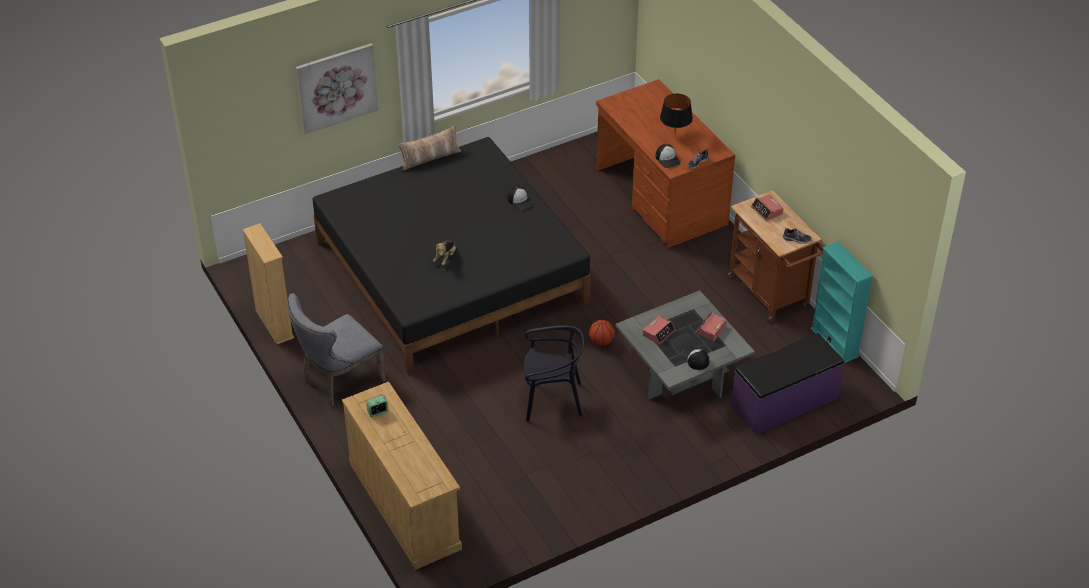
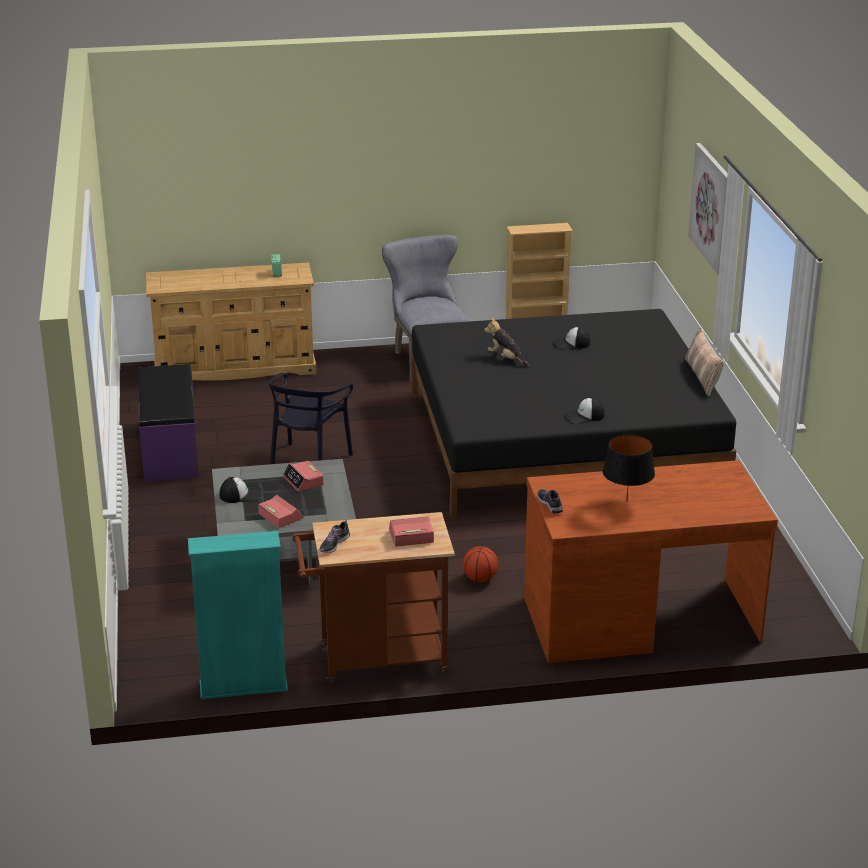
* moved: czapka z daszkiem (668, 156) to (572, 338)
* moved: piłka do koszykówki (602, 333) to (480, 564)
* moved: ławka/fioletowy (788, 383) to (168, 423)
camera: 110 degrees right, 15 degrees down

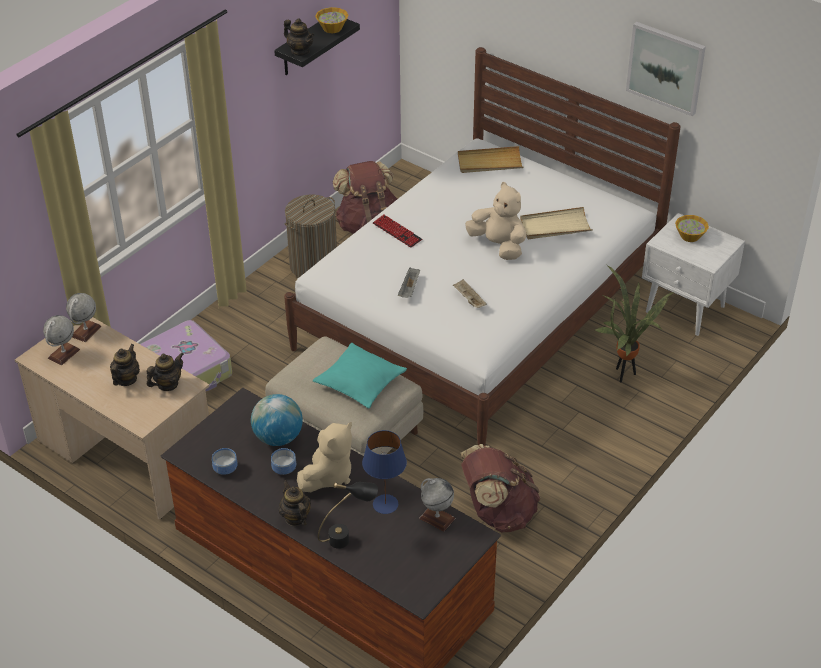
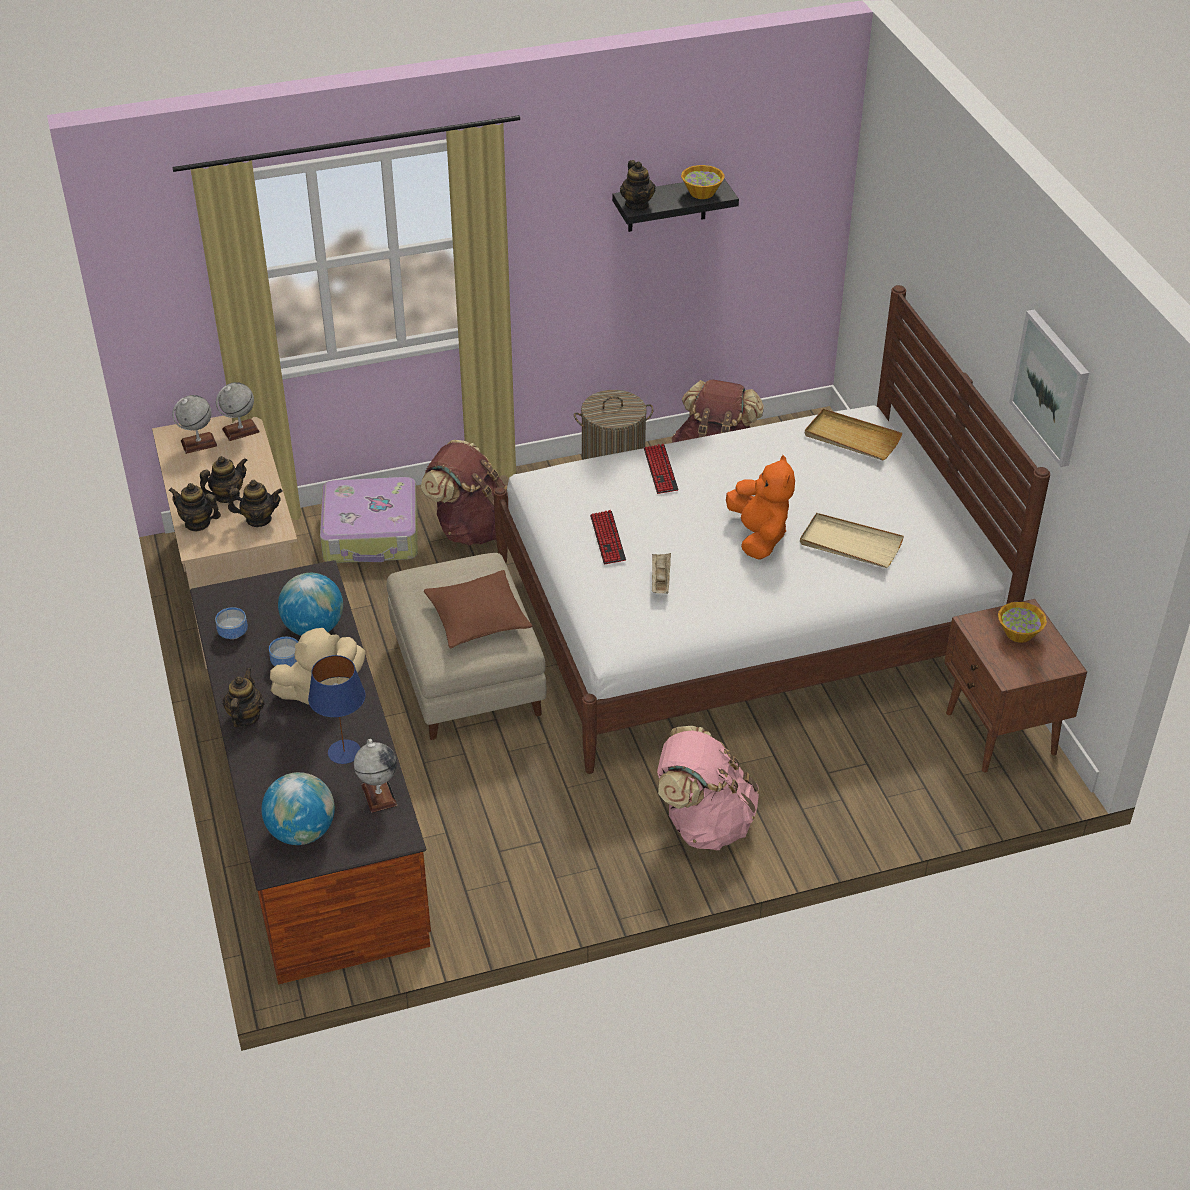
* recoloured: pluszak/beżowy (495, 221) to pluszak/pomarańczowy (760, 507)
* recoloured: szafka nocna/biały (693, 274) to szafka nocna/brązowy (1015, 685)
* removed: roślina doniczkowa (634, 323)
* replaced: taca/szary (409, 282) to klawiatura (608, 537)
* recoloured: poduszka/turkusowy (360, 376) to poduszka/brązowy (478, 609)
* moved: plecak/brązowy (500, 488) to (464, 492)
* removed: lampa stołowa/czarny (348, 515)
* added: imbryk (194, 507)
* added: plecak/różowy (708, 788)
* added: globus (298, 808)
camera: 35 degrees right, 0 degrees up

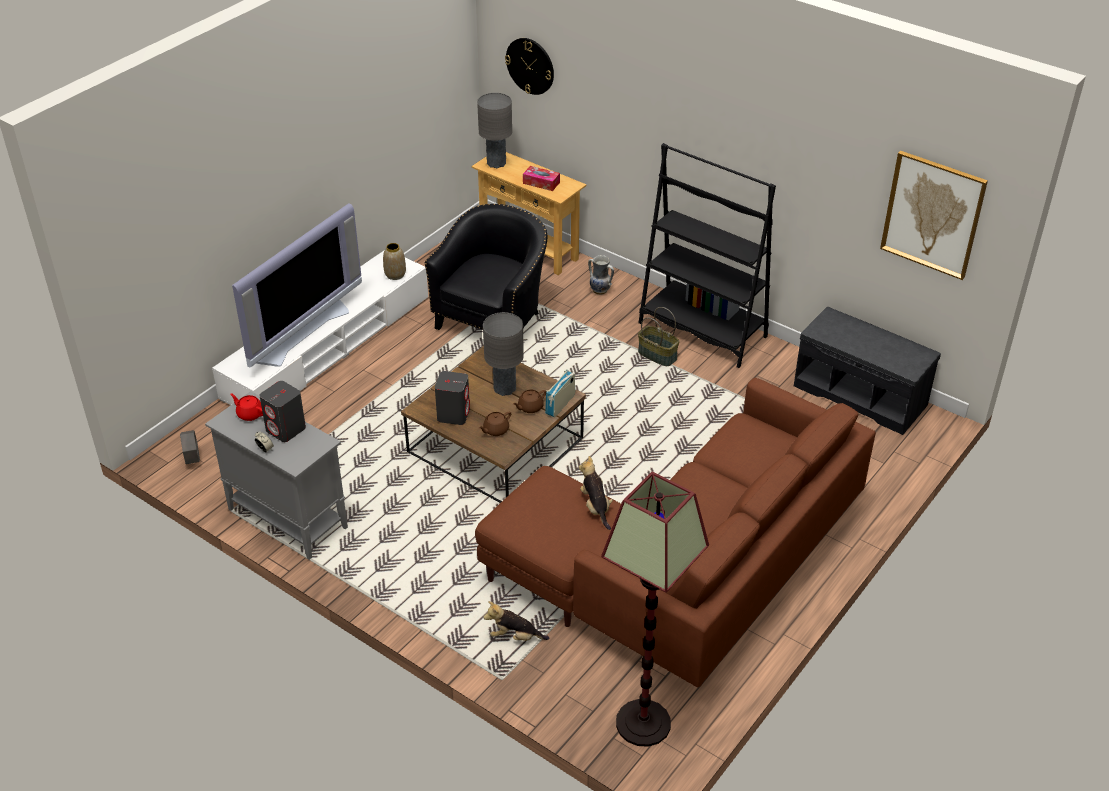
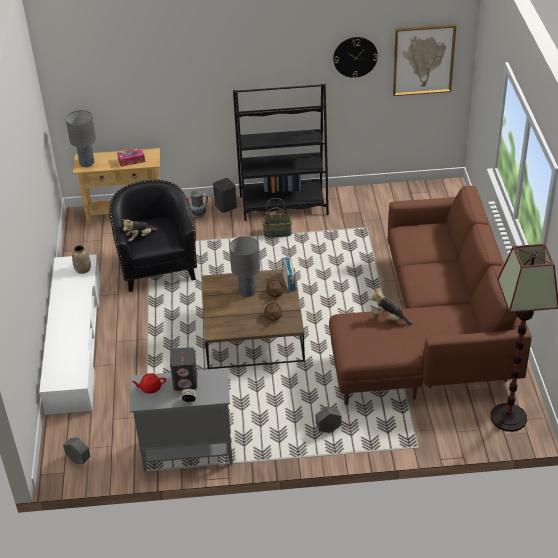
* moved: zegar ścienny (529, 66) to (355, 57)
* removed: telewizor (297, 285)
* removed: ławka/szary (867, 371)
* moved: głośnik/szary (452, 398) to (225, 195)
* moved: pluszak (516, 621) to (140, 230)
* added: donica/szary (329, 419)
camera: 40 degrees left, 0 degrees up

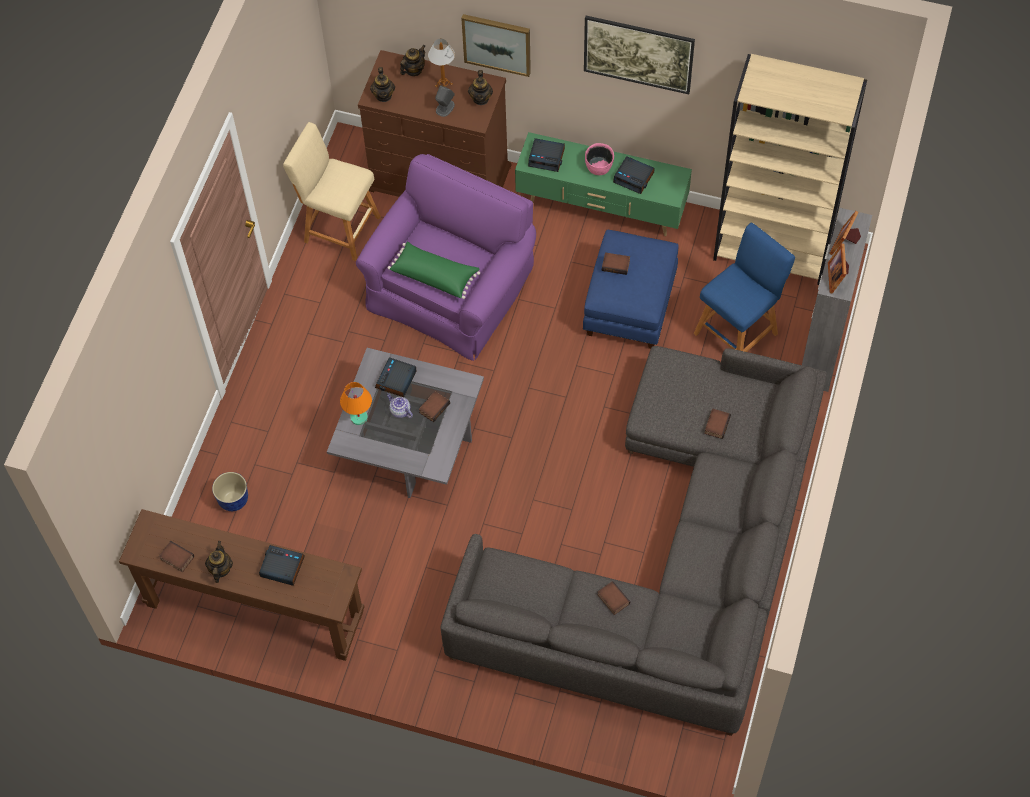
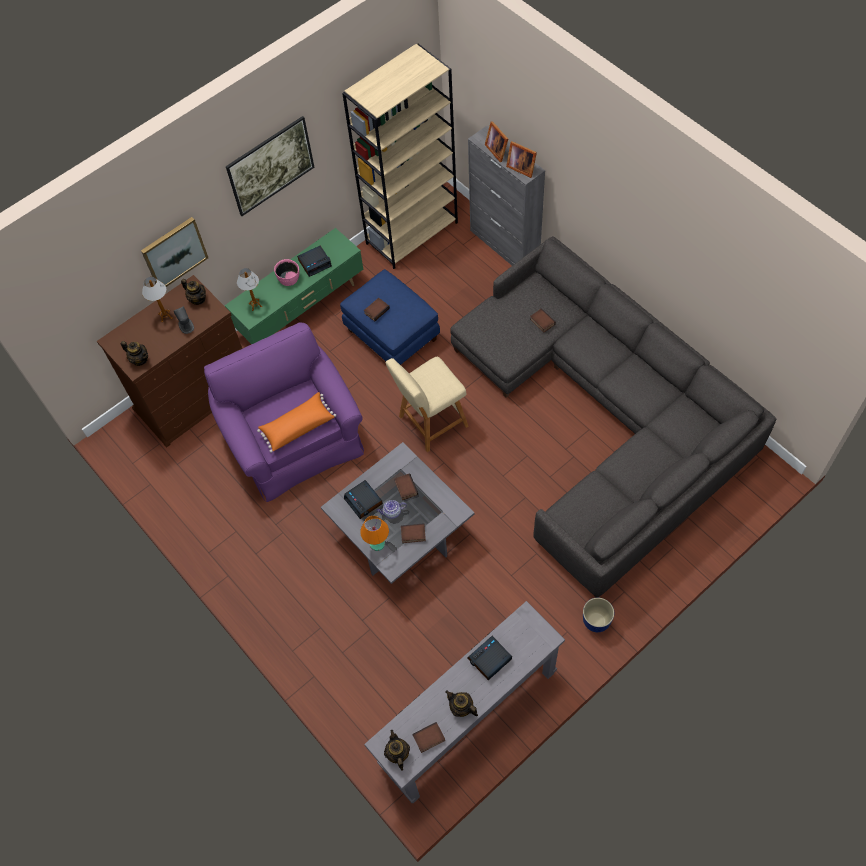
* moved: imbryk (412, 60) to (397, 750)
* moved: stołek/beżowy (332, 191) to (427, 404)
* replaced: budzik (546, 155) to lampa stołowa (249, 289)
* removed: stołek/niebieski (744, 287)
* recoloured: poduszka/zielony (434, 270) to poduszka/pomarańczowy (296, 422)
* moved: donica (230, 491) to (598, 614)
* recoloured: stolik konsolowy/brązowy (241, 585) to stolik konsolowy/szary (464, 702)
* moved: książka (613, 598) to (413, 533)
camera: 55 degrees left, 0 degrees up

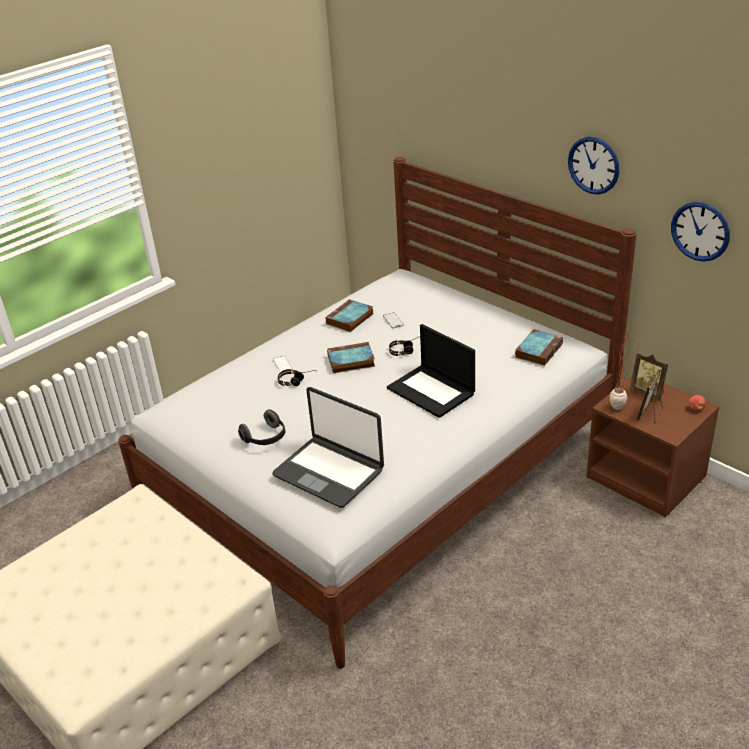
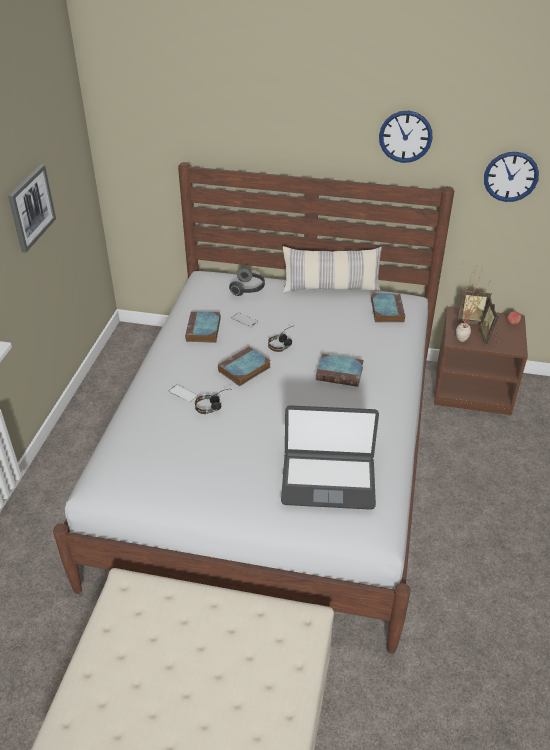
* replaced: laptop (431, 371) to książka (340, 370)
* moved: słuchawki (261, 427) to (247, 282)
* added: obraz (32, 208)
* added: poduszka (332, 269)
camera: 35 degrees left, 5 degrees up

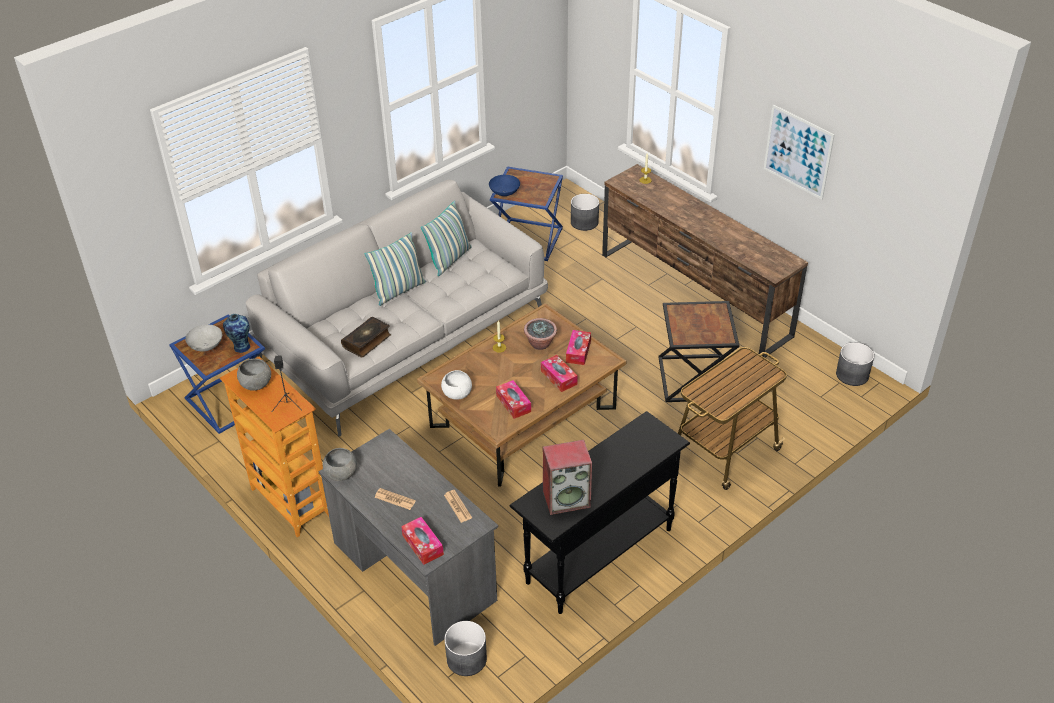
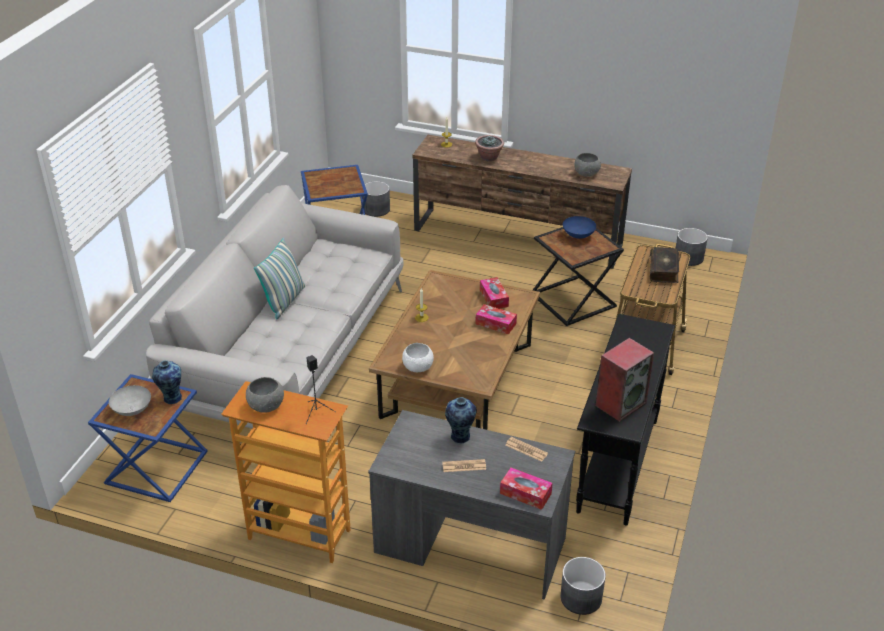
* removed: obraz (799, 152)
* moved: miska/niebieski (504, 185) to (579, 227)
* removed: poduszka (446, 238)
* moved: książka (366, 337) to (664, 265)
* moved: roślina doniczkowa (540, 334) to (489, 148)
* removed: pudełko chusteczek (513, 399)
* moved: miska/szary (340, 464) to (587, 165)
* added: wazon (461, 420)
camera: 30 degrees left, 5 degrees down

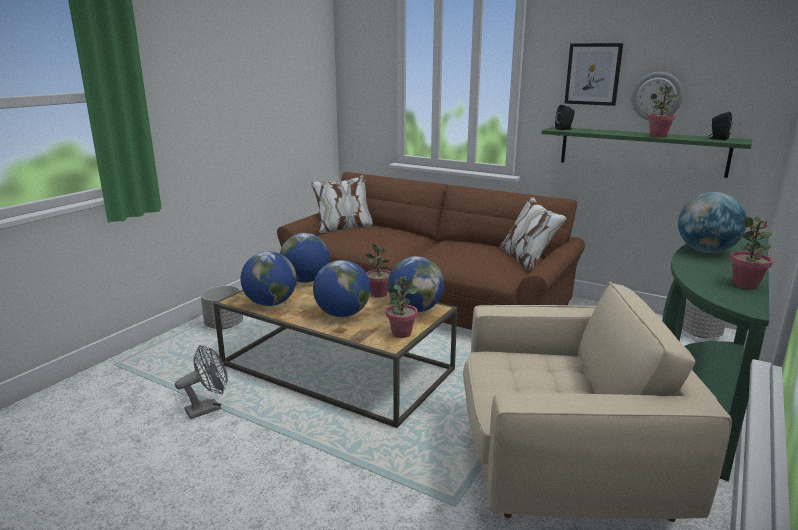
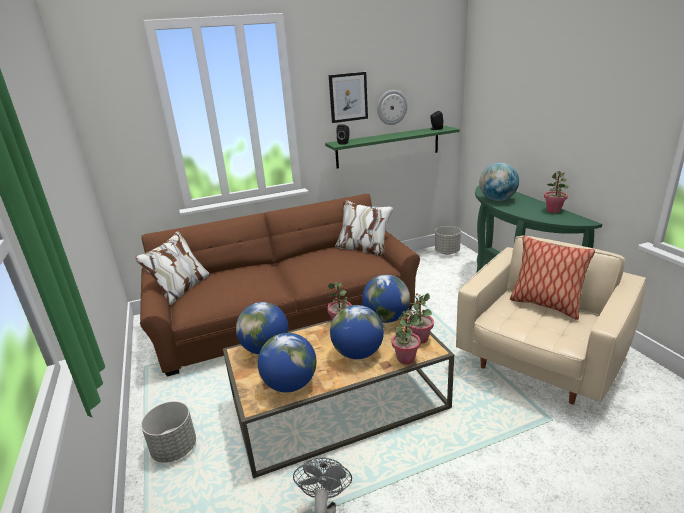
* moved: roślina doniczkowa (663, 111) to (406, 337)
* added: poduszka (552, 278)
camera: 50 degrees left, 5 degrees up

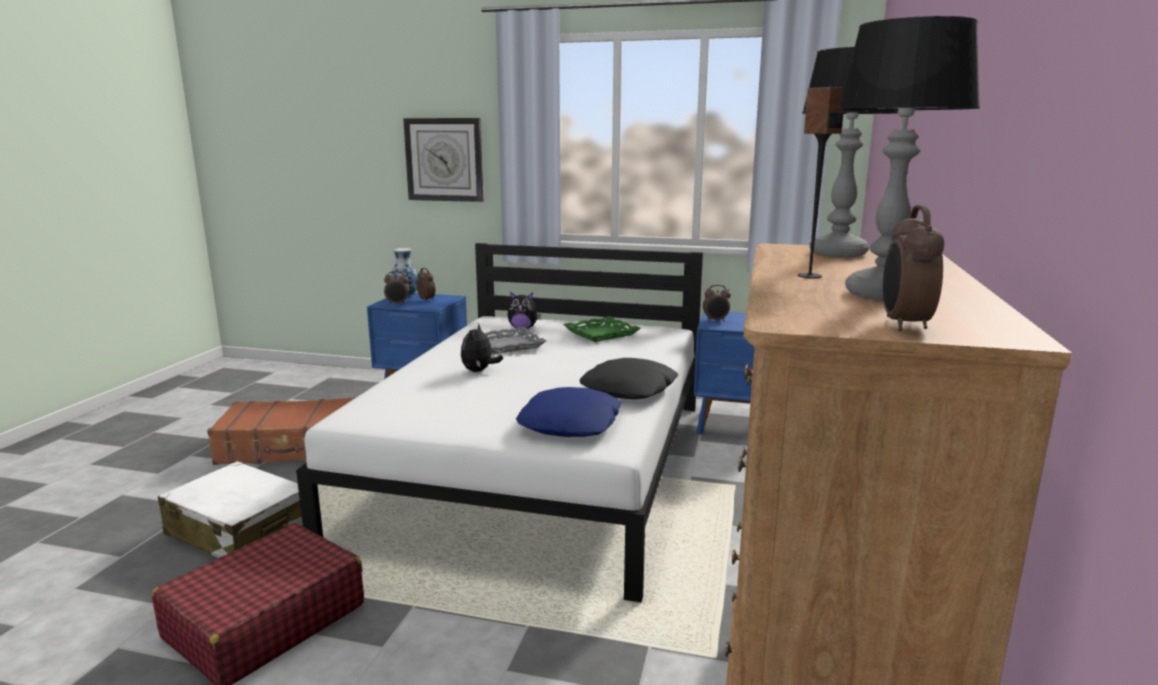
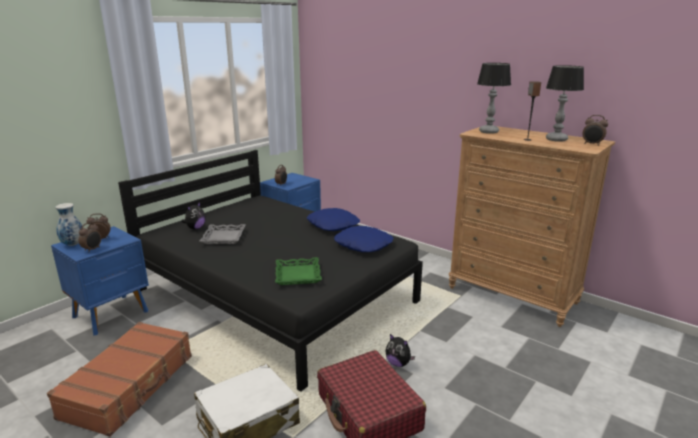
* removed: zegar ścienny (443, 160)
* recoloured: łóżko/biały (499, 423) to łóżko/czarny (270, 271)
* moved: taca/zielony (602, 329) to (298, 271)
* moved: pluszak (482, 347) to (400, 350)
* recoloured: poduszka/czarny (629, 378) to poduszka/niebieski (333, 219)
camera: 65 degrees left, 5 degrees up

